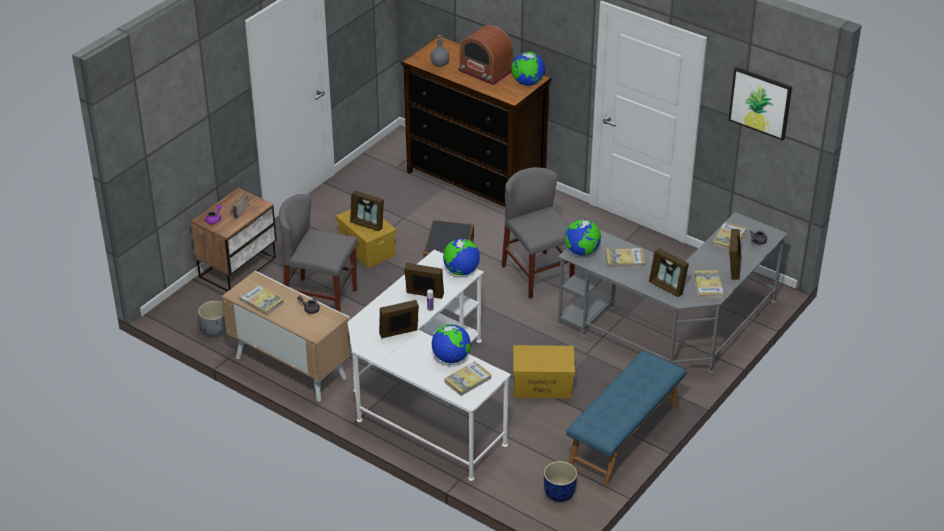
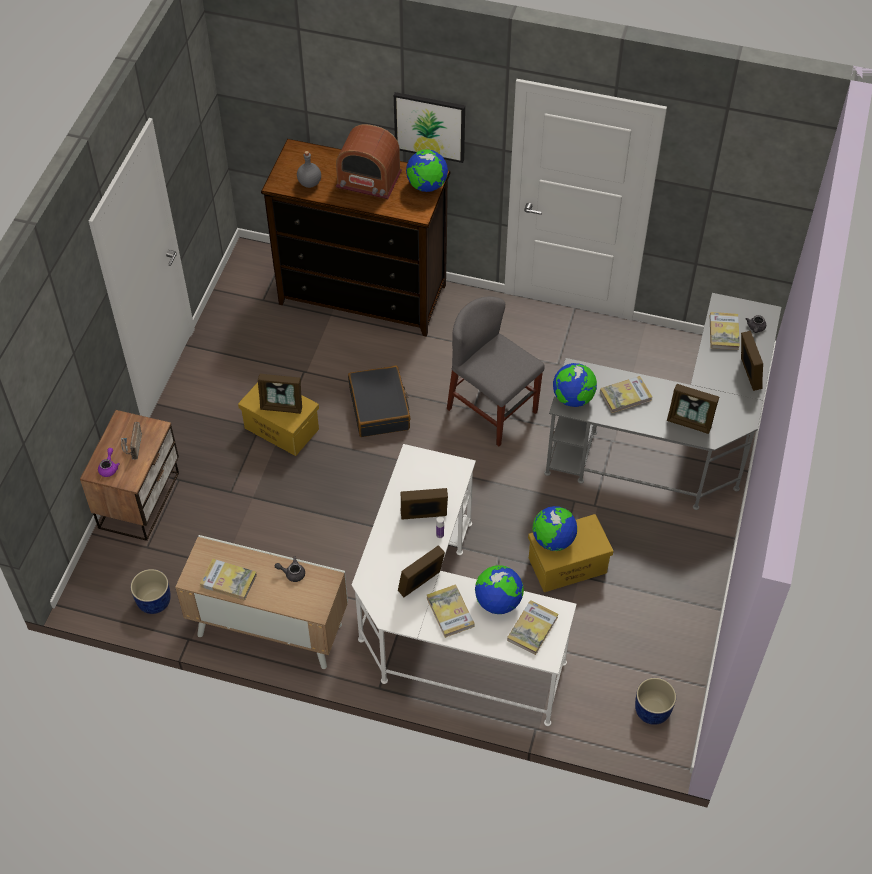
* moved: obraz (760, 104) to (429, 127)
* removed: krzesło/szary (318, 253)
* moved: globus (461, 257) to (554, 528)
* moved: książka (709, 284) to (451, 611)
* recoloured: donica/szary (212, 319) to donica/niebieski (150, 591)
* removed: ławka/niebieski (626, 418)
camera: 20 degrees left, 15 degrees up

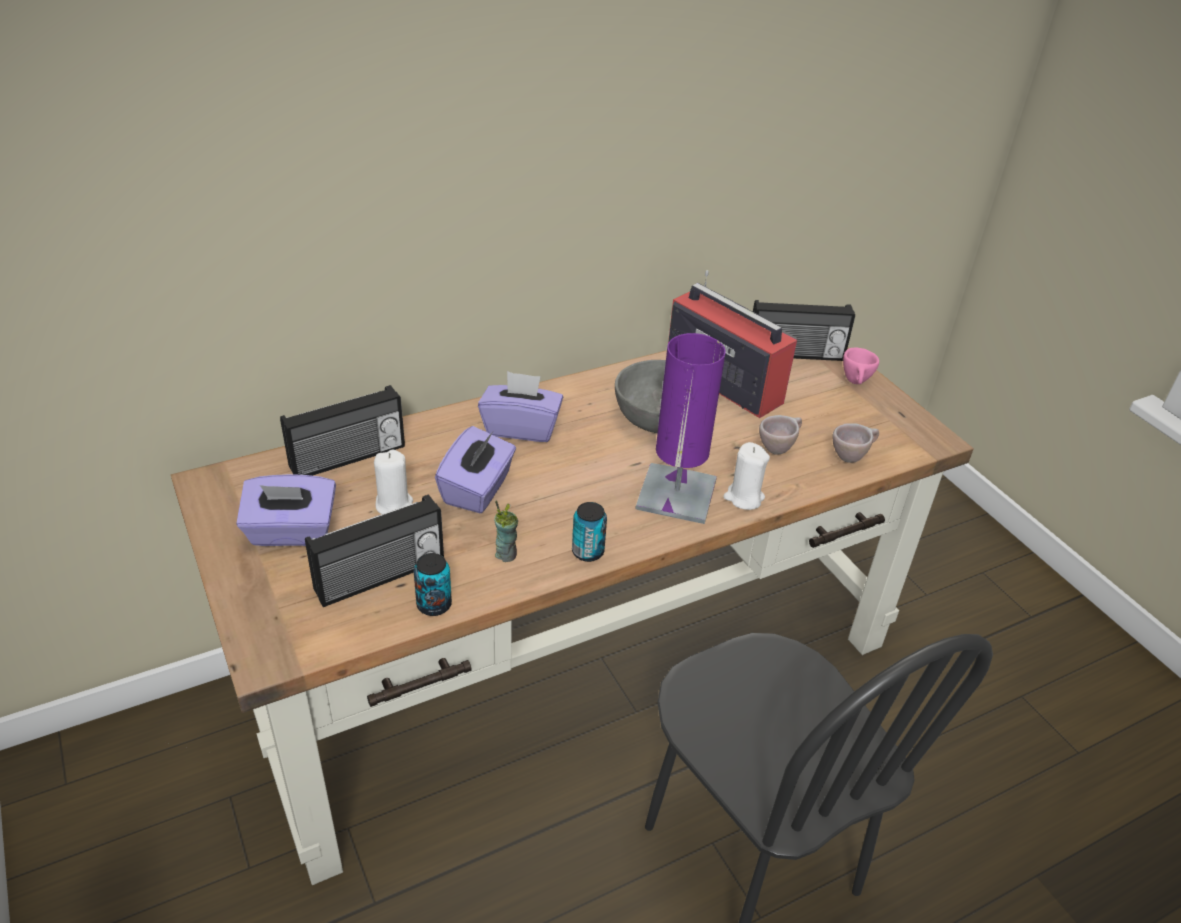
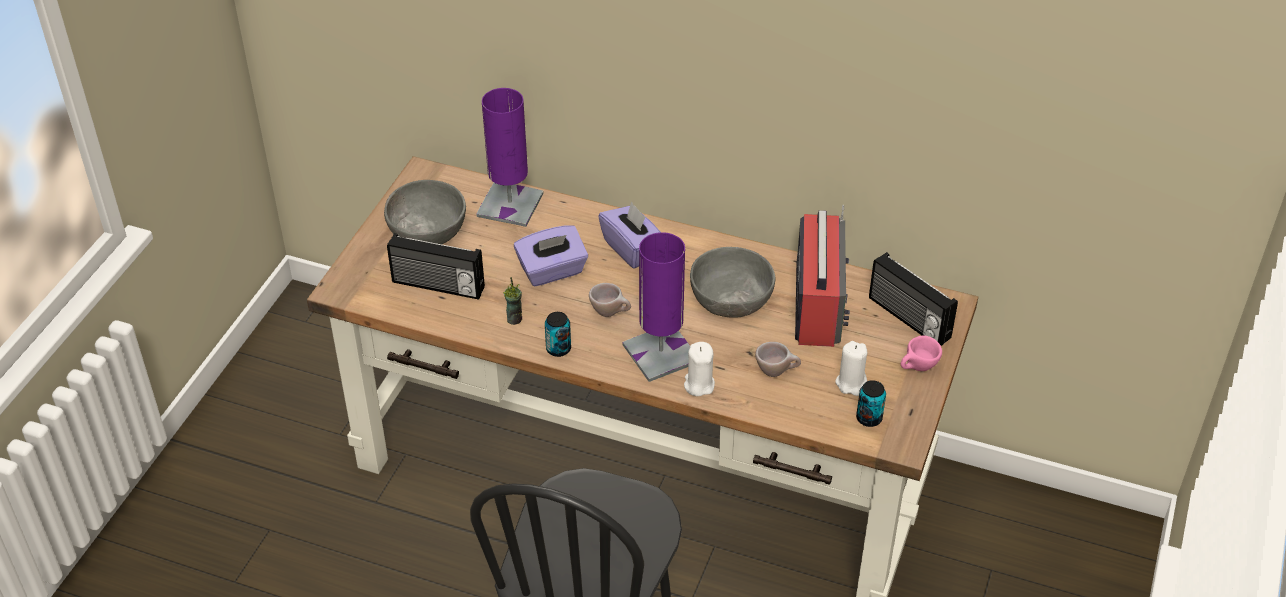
* replaced: radio (342, 430) to lampa stołowa/fioletowy (510, 157)
* moved: filiżanka/beżowy (855, 443) to (610, 300)
* moved: świeca/biały (393, 482) to (851, 368)
* replaced: pudełko chusteczek/fioletowy (286, 510) to miska/szary (425, 212)
* moved: puszka (433, 584) to (871, 403)
camera: 50 degrees right, 5 degrees up

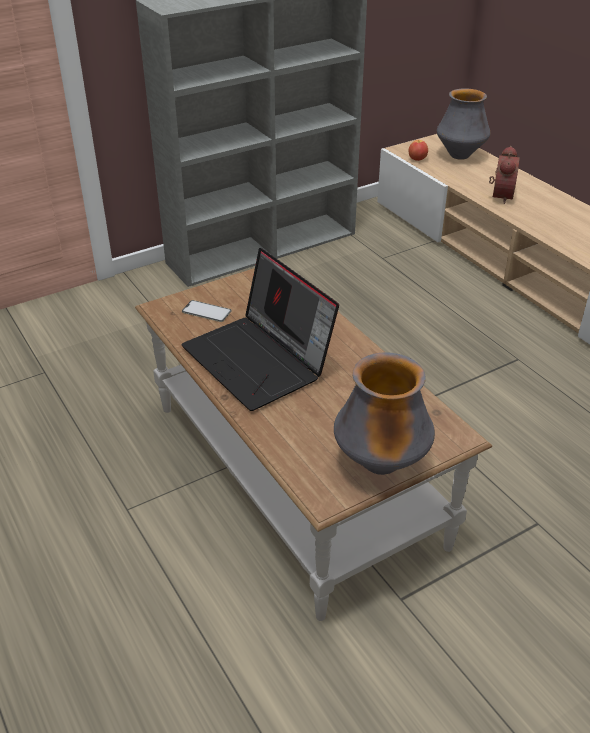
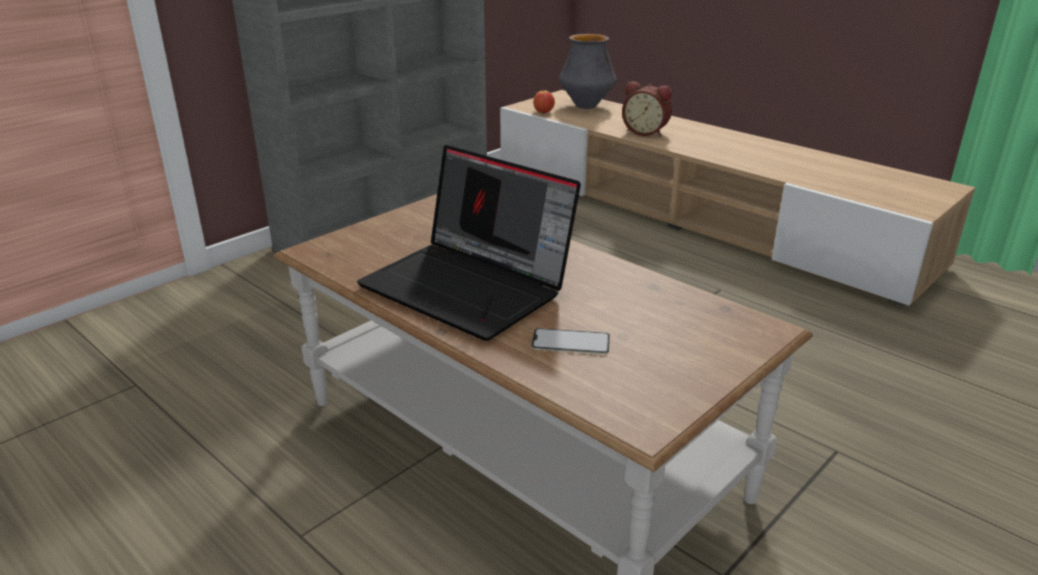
* turned: budzik (504, 175) = (647, 109) 120 degrees clockwise
* moved: telefon (206, 311) to (570, 341)
* removed: wazon (384, 413)
camera: 15 degrees left, 10 degrees down

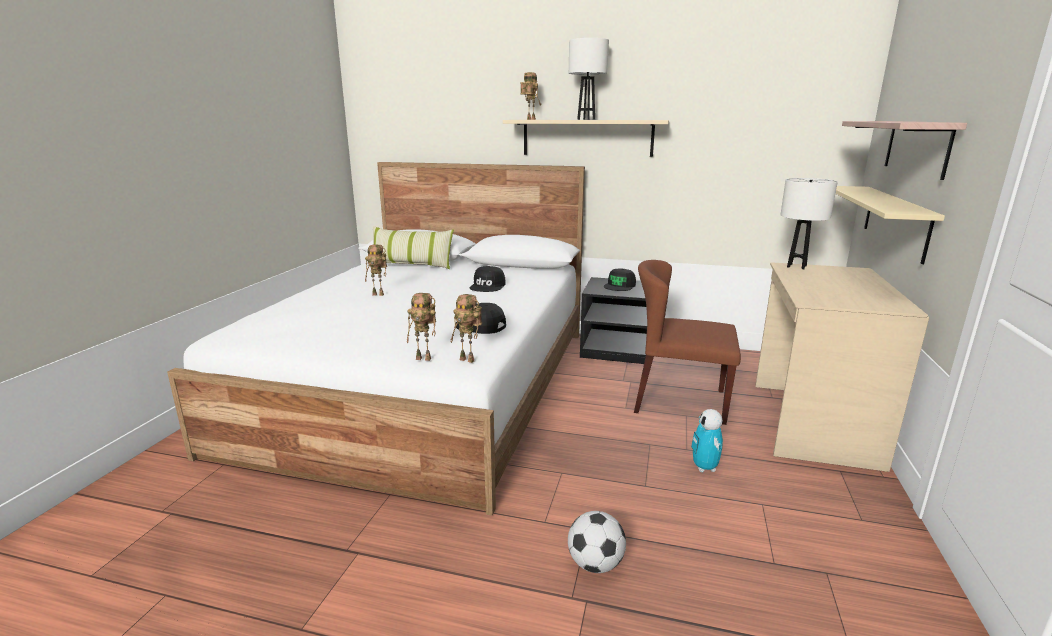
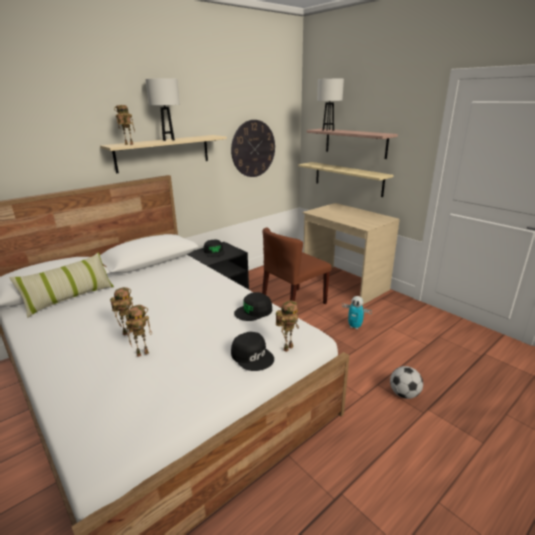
* moved: lampa stołowa/biały (809, 223) to (330, 105)
* moved: czapka z daszkiem/czarny (488, 279) to (252, 351)
* moved: robot zabawkowy (466, 328) to (138, 331)
* added: zegar ścienny (253, 148)
camera: 55 degrees left, 5 degrees up

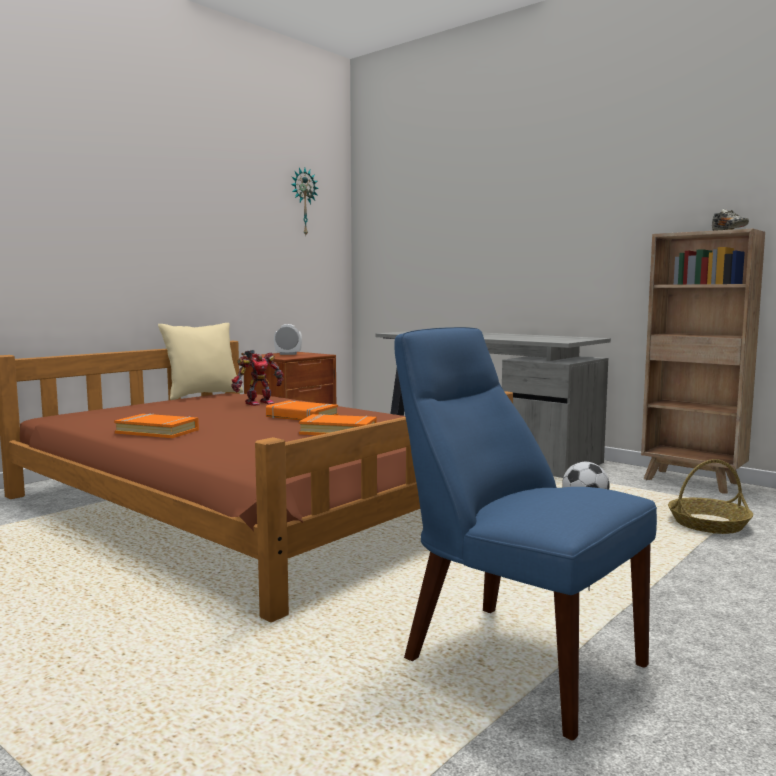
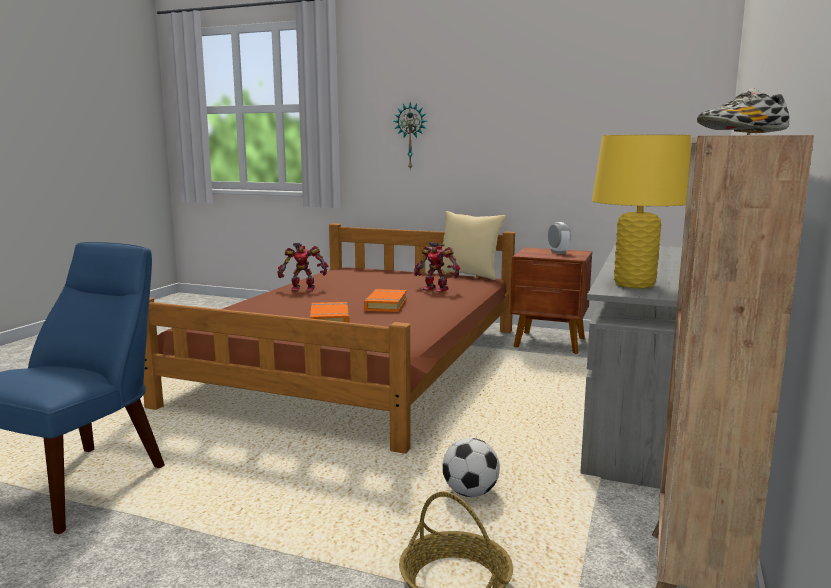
* moved: zegar ścienny (305, 201) to (410, 135)
* replaced: książka/pomarańczowy (156, 425) to robot zabawkowy (303, 267)
* added: lampa stołowa/żółty (641, 211)
camera: 70 degrees right, 5 degrees up

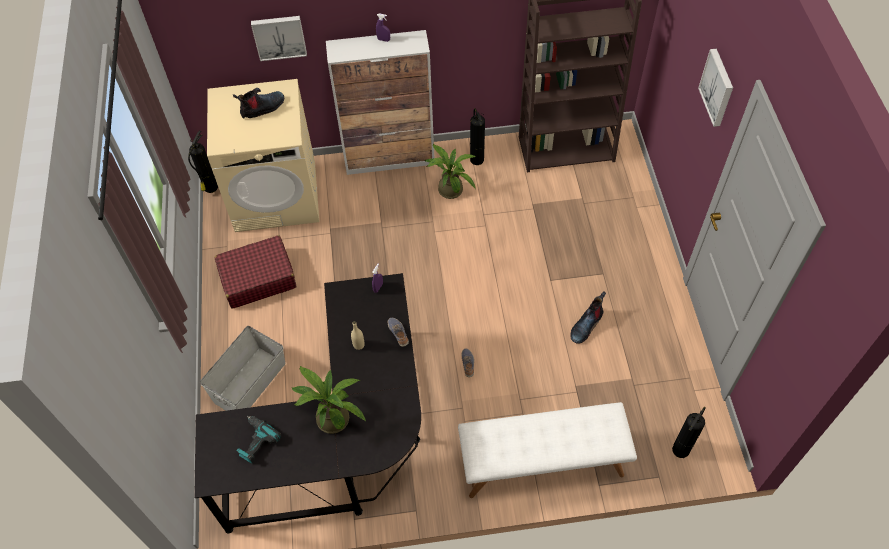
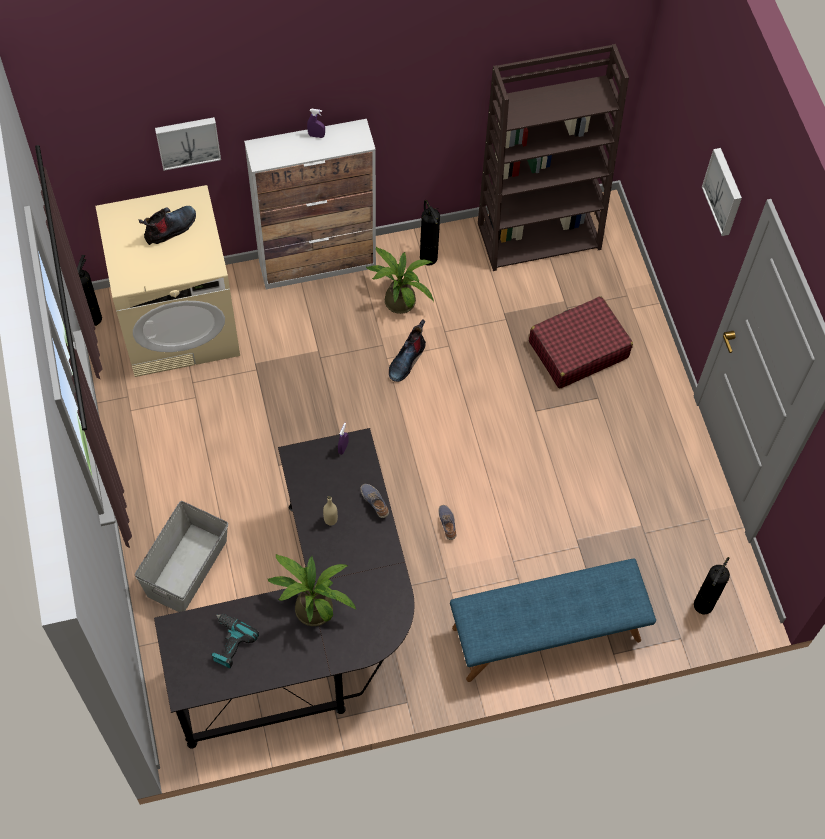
* moved: walizka/czerwony (255, 271) to (581, 342)
* moved: but z cholewką (588, 317) to (407, 350)
* recoloured: ławka/biały (547, 450) to ławka/niebieski (553, 620)
camera: 10 degrees left, 5 degrees up

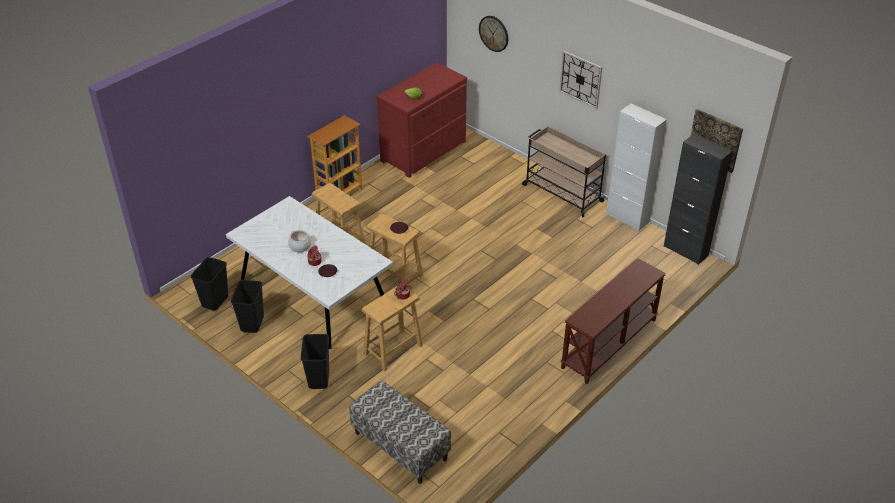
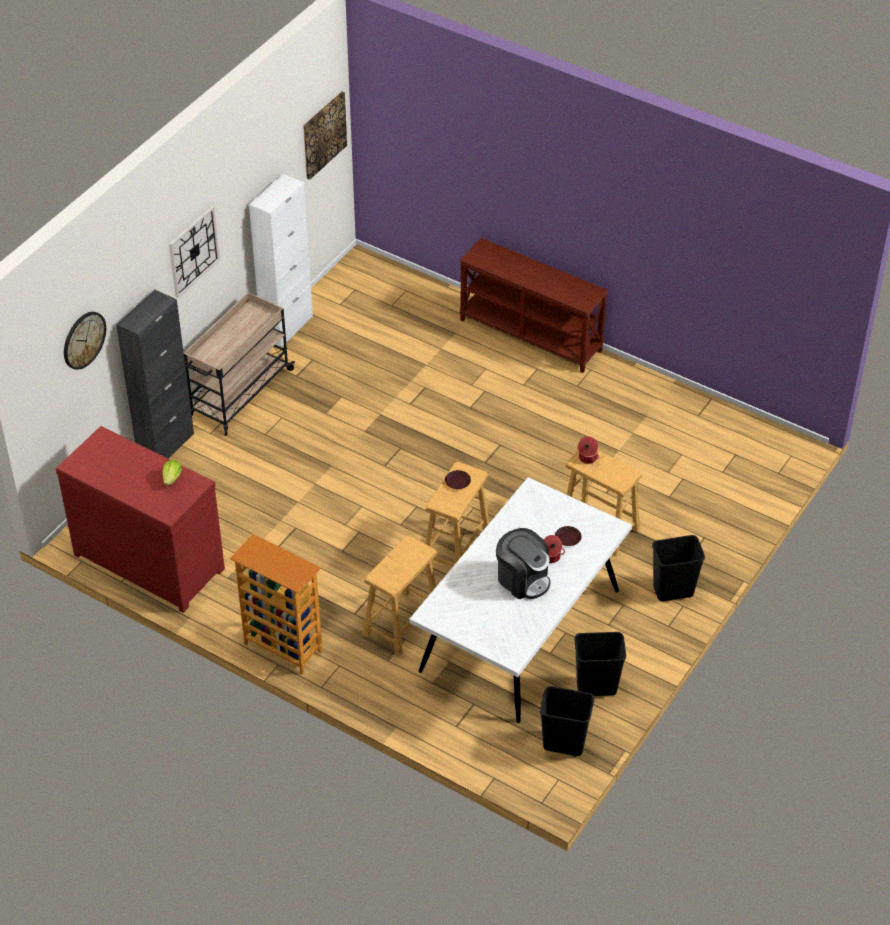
* moved: szafka/czarny (698, 199) to (155, 374)
* replaced: garnek (299, 241) to ekspres do kawy (523, 563)
* removed: ławka (400, 432)
camera: 100 degrees left, 5 degrees up

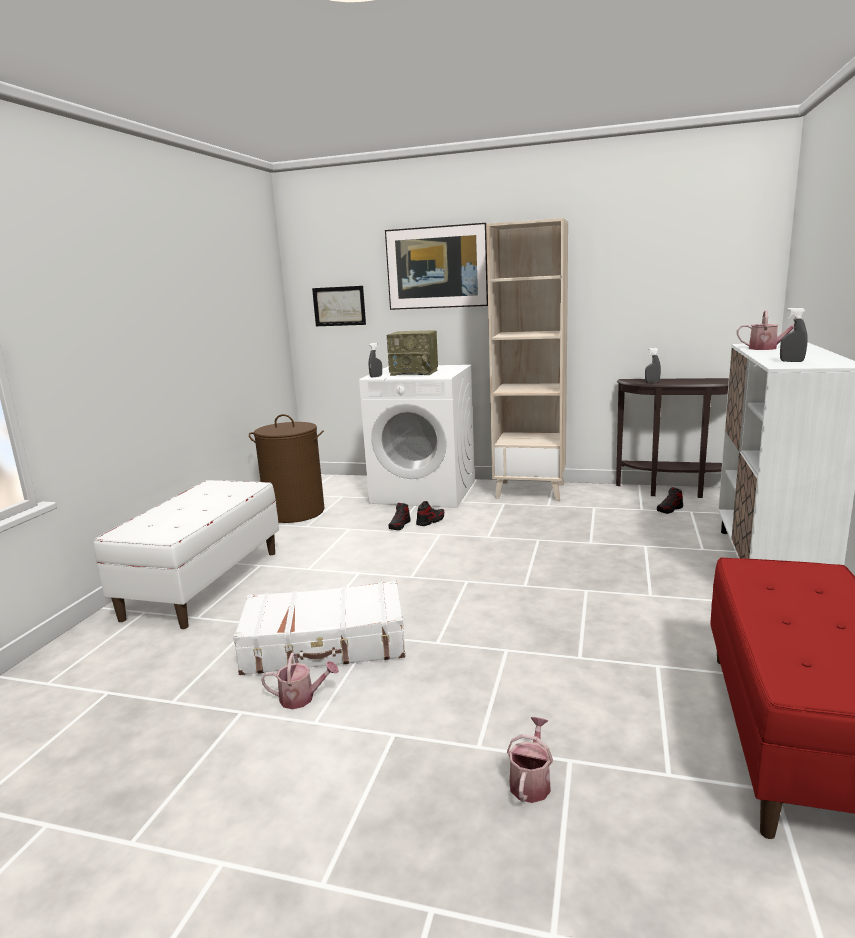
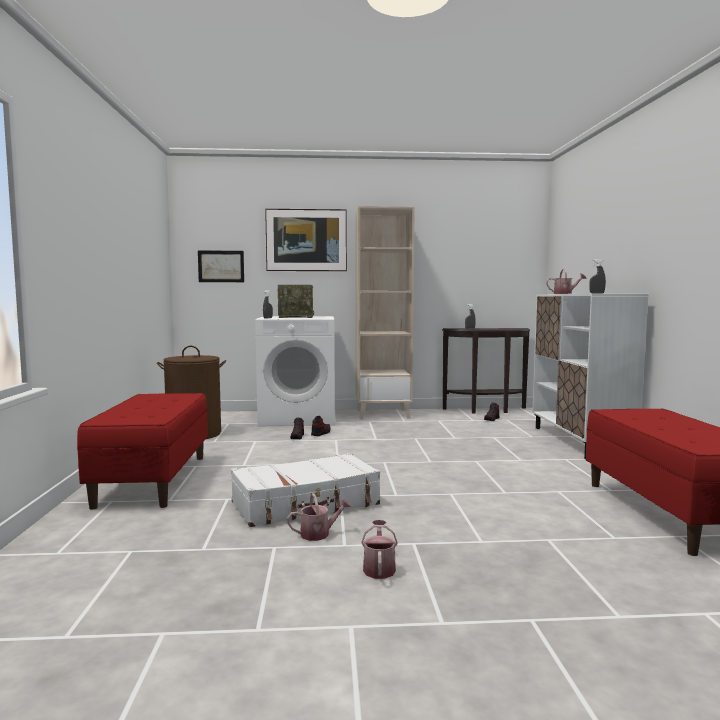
* recoloured: ławka/biały (186, 554) to ławka/czerwony (142, 451)
* moved: konewka (530, 760) to (379, 549)
camera: 20 degrees left, 10 degrees down

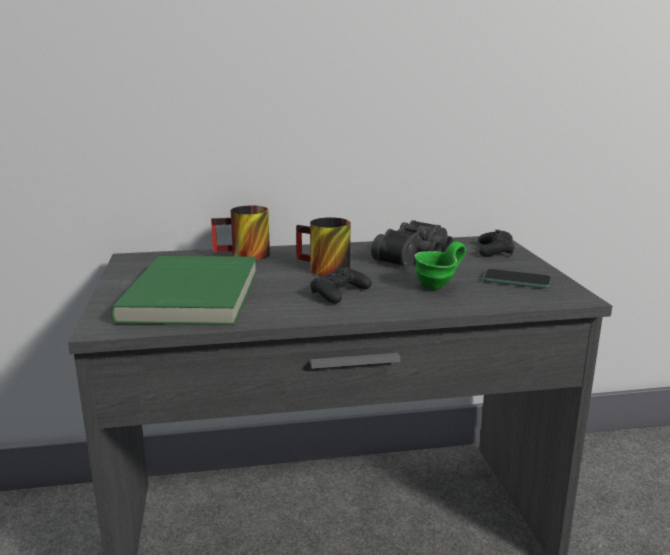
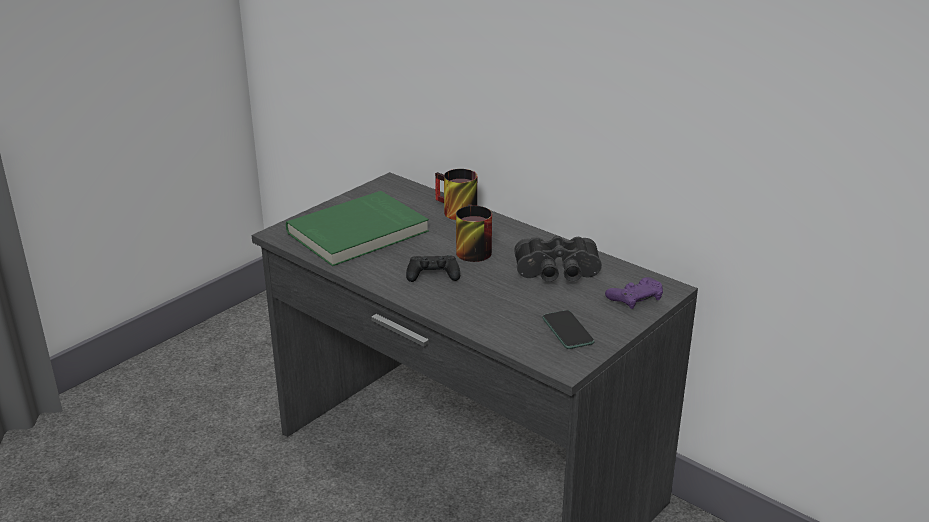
* recoloured: pad do gier/czarny (496, 243) to pad do gier/fioletowy (634, 293)
* removed: kubek/zielony (440, 265)
camera: 50 degrees right, 10 degrees up

